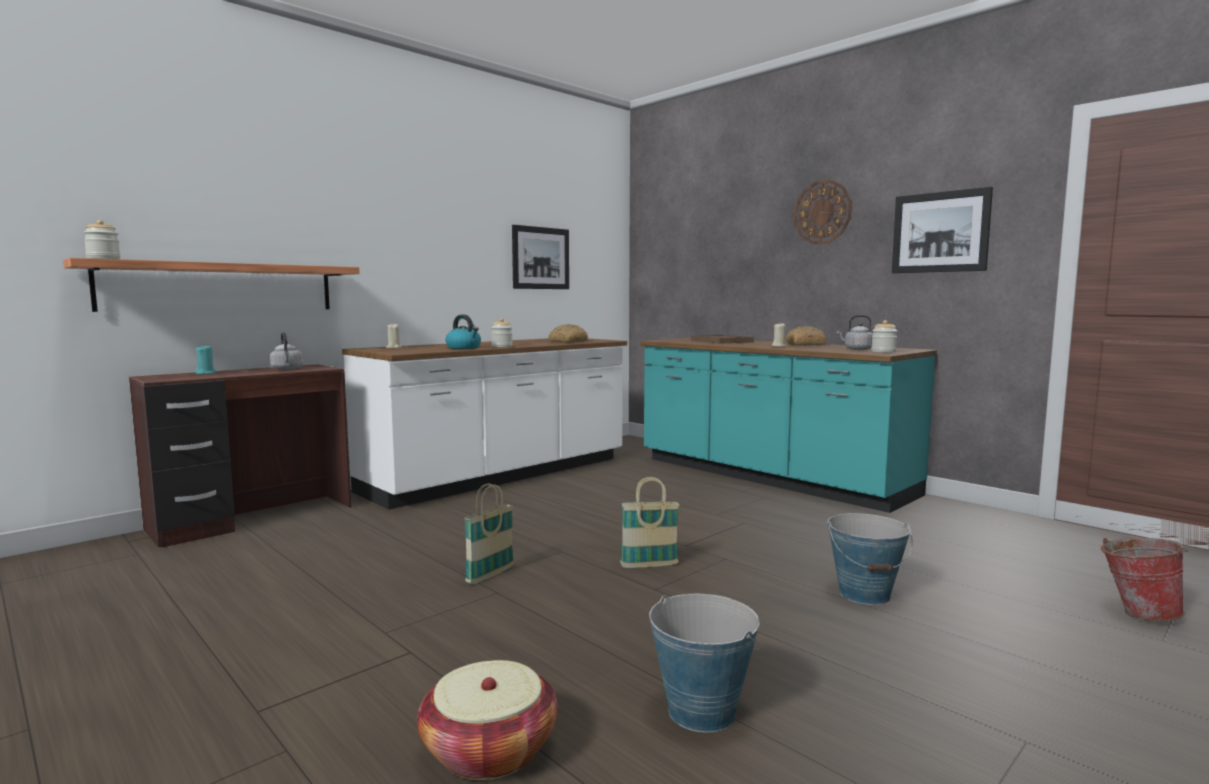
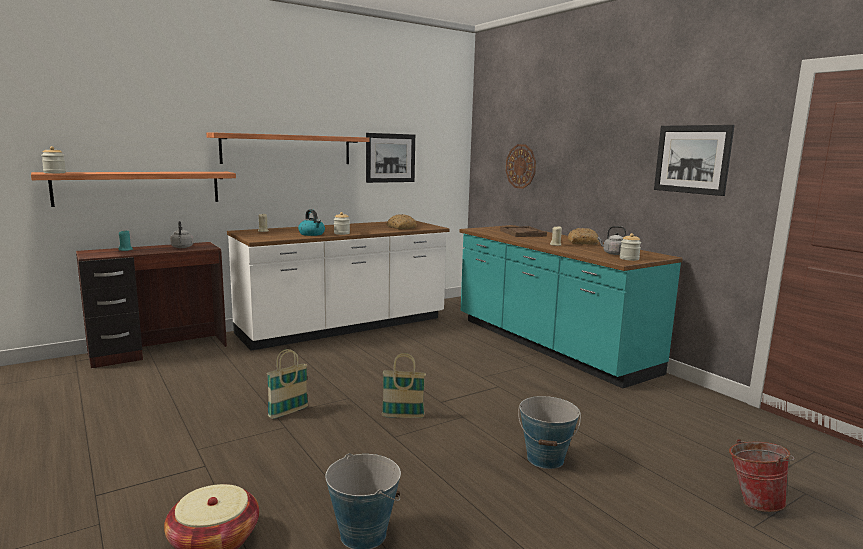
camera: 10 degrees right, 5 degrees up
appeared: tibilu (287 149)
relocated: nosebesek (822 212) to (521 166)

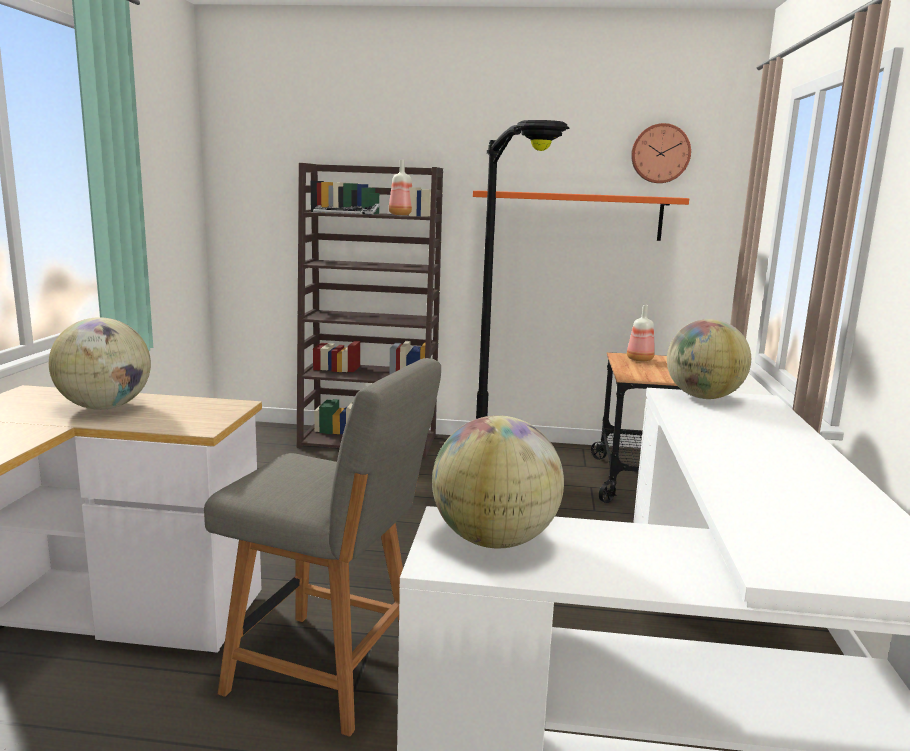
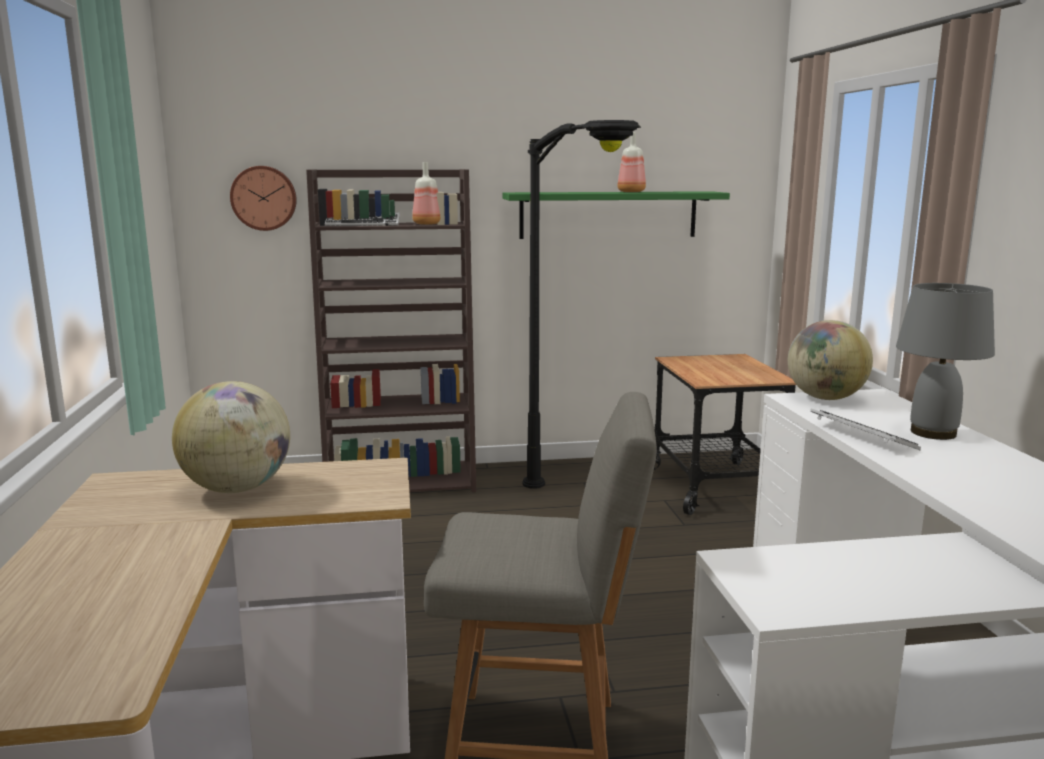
camera: 15 degrees left, 0 degrees up
missing: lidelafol (494 540)
appeared: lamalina (861 437); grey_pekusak (932 432)
relocated: nosebesek (660 153) to (264 198); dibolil (640 360) to (631 192)
colour: orange_tibilu (576 215) to green_tibilu (608 215)

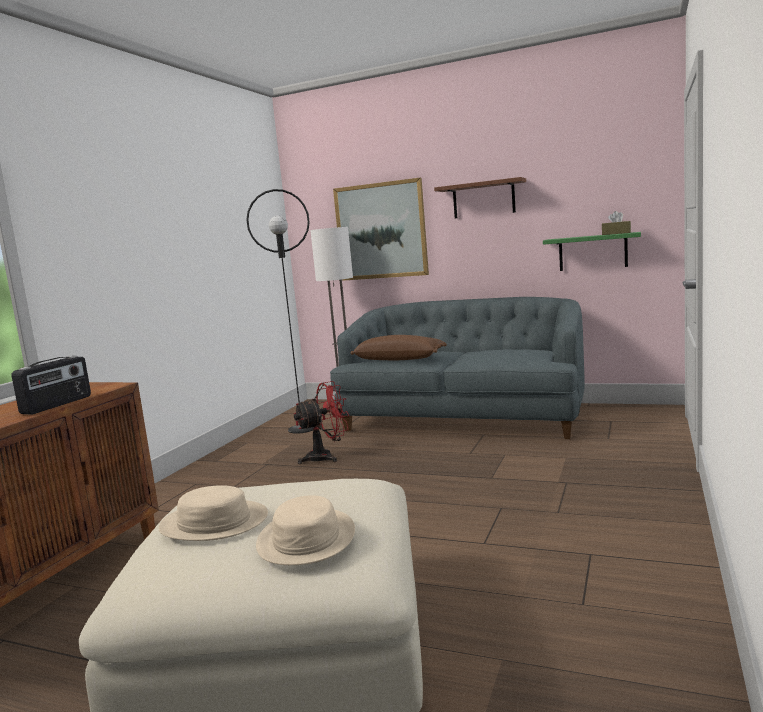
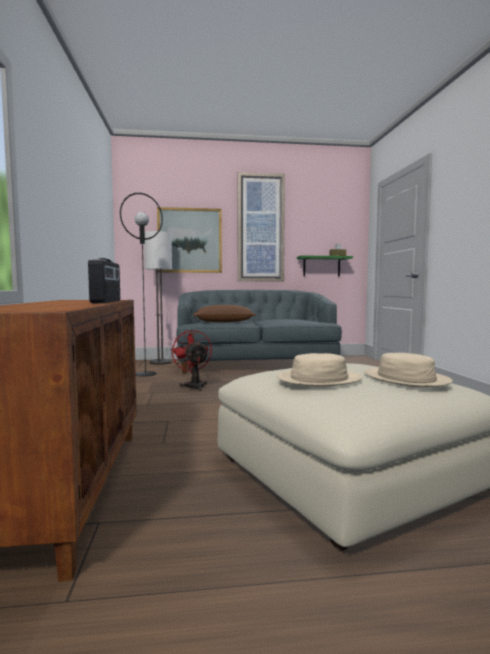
camera: 30 degrees left, 5 degrees down
exchanged: brown_tibilu (483 199) to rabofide (260 228)
spun: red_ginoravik (326 457) = (193 385) 60 degrees counterclockwise

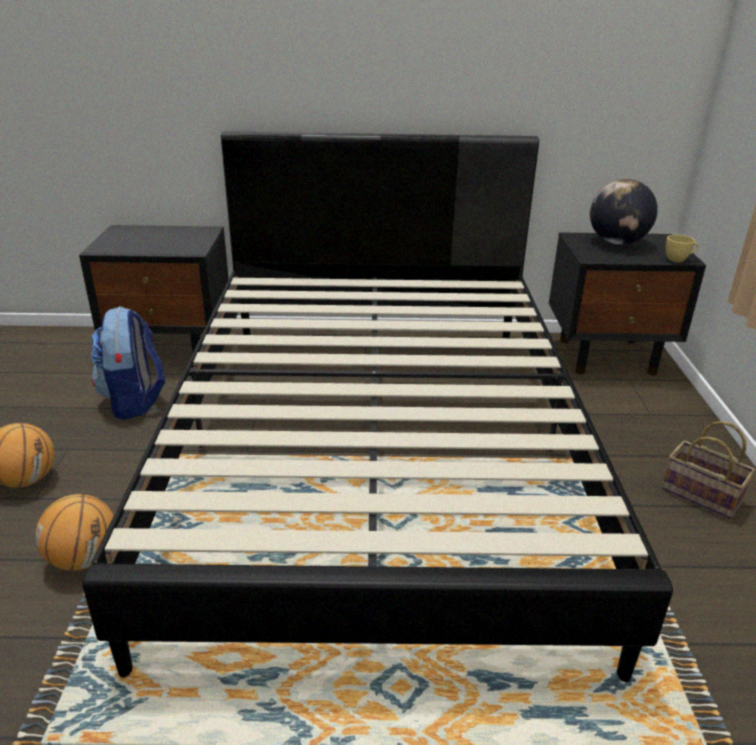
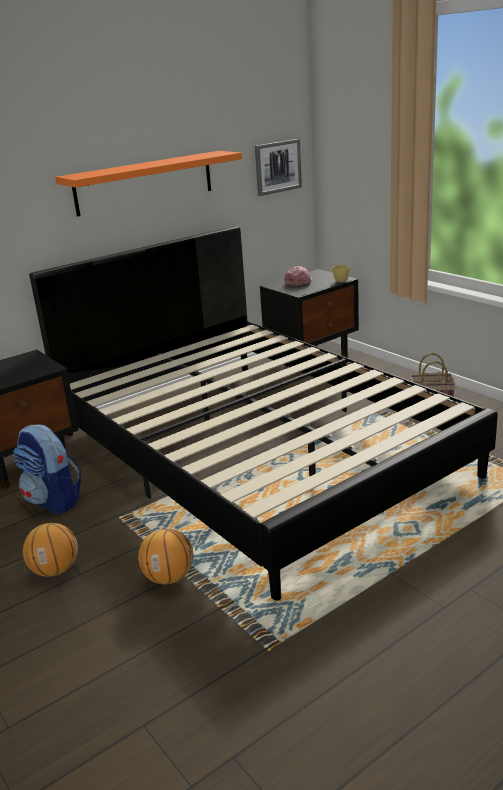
camera: 35 degrees left, 5 degrees down
appeared: orange_tibilu (144 183); rabofide (277 167)
exchanged: lidelafol (617 242) to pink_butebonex (299 281)

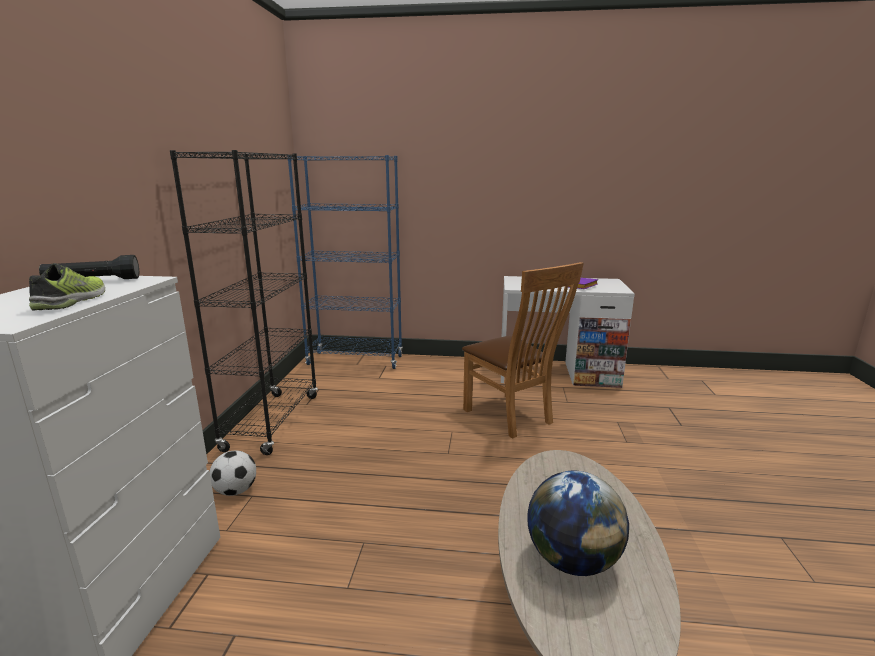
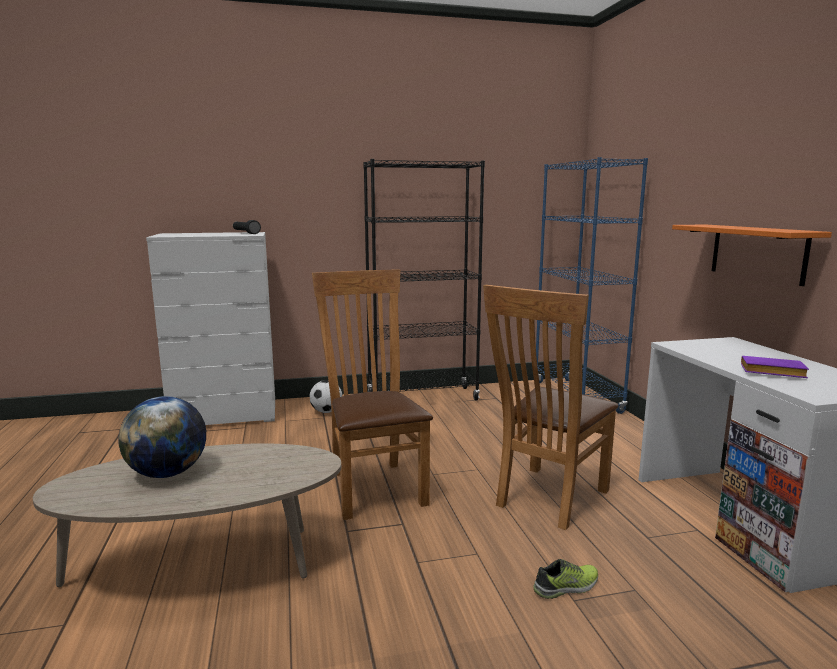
camera: 70 degrees right, 5 degrees down
appeared: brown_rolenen (373 485); orange_tibilu (757 253)
relocated: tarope (73 300) to (567 587)

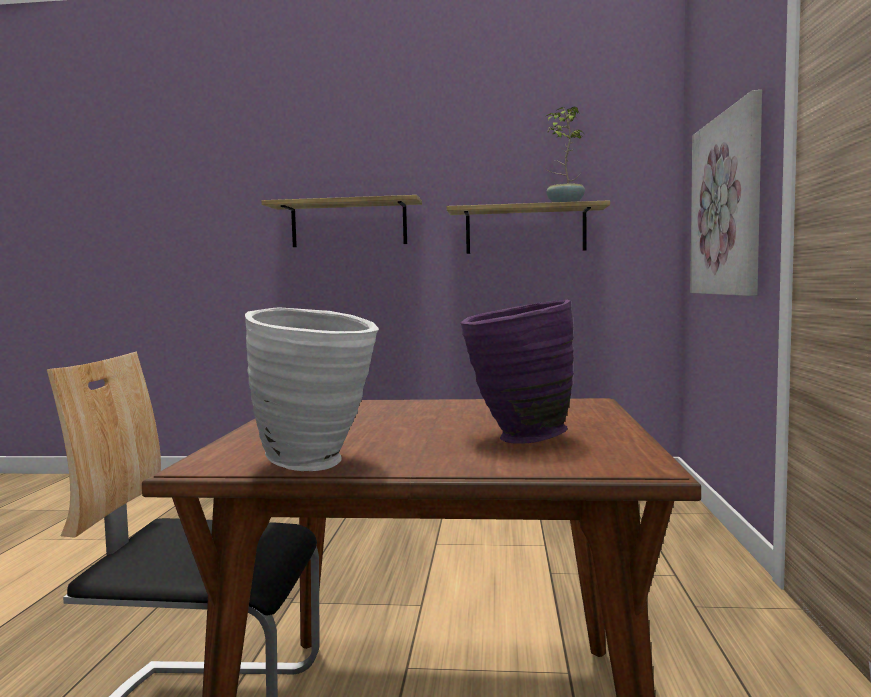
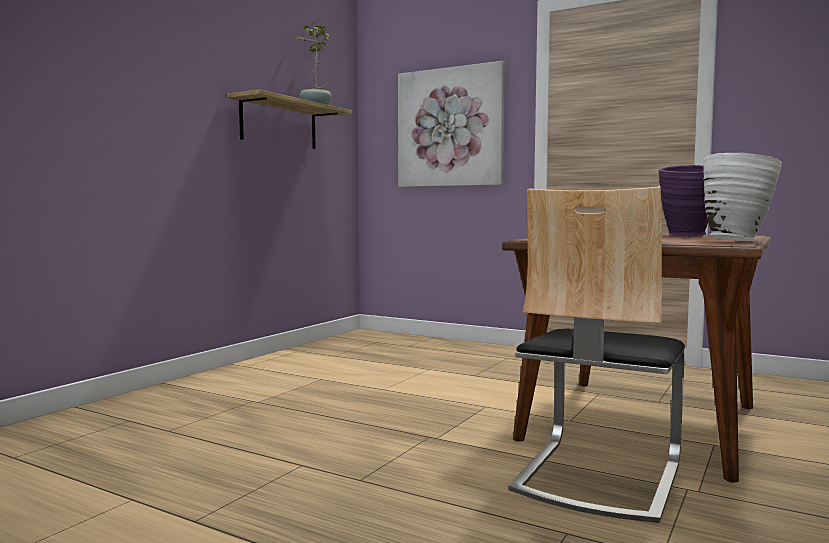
camera: 65 degrees left, 0 degrees up
missing: tibilu (349 224)

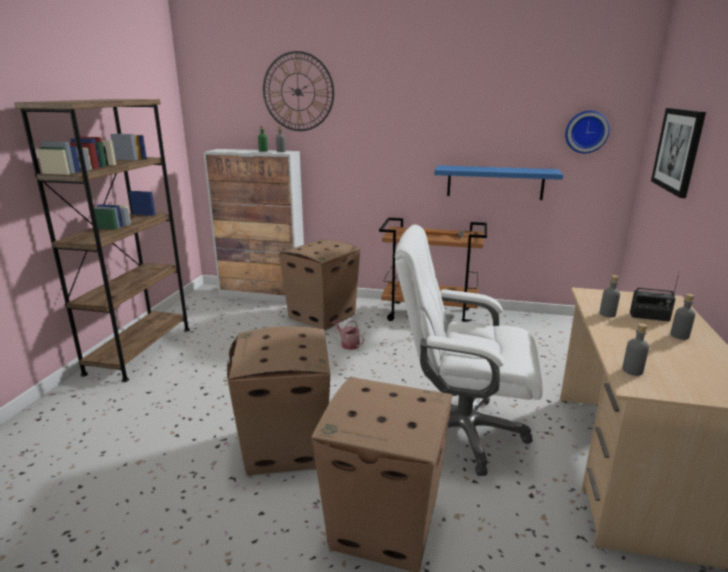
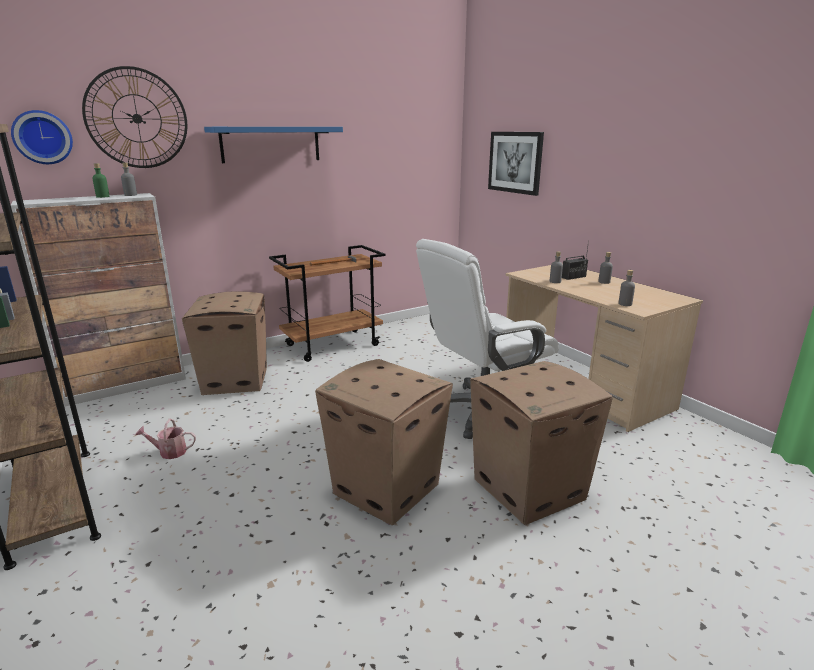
camera: 45 degrees left, 0 degrees up
relocated: nosebesek (586 131) to (42 137); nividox (348 344) to (169 452); blue_tibilu (495 182) to (271 144)

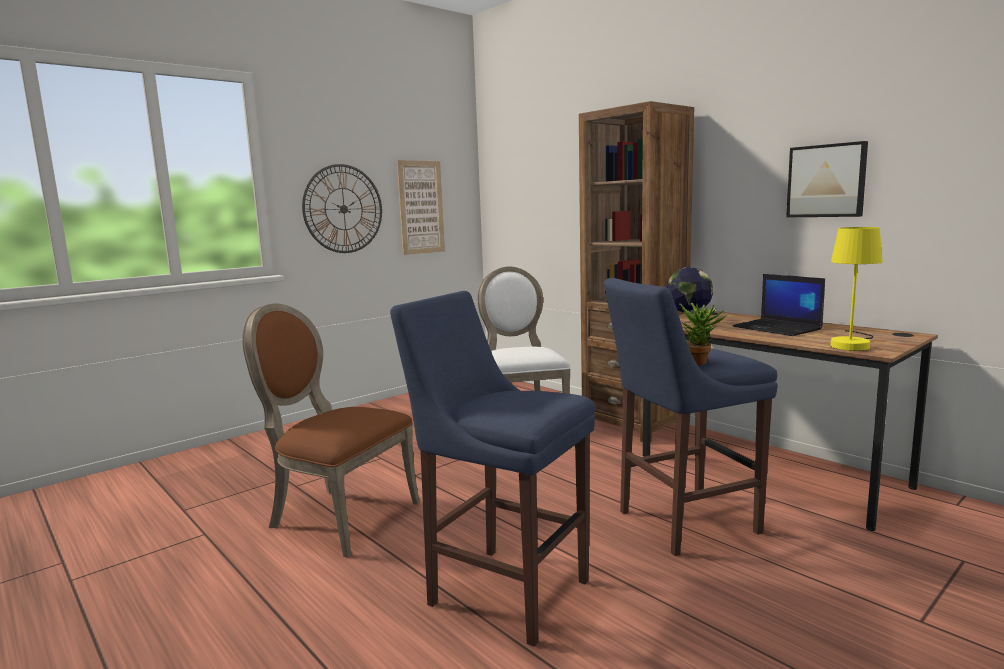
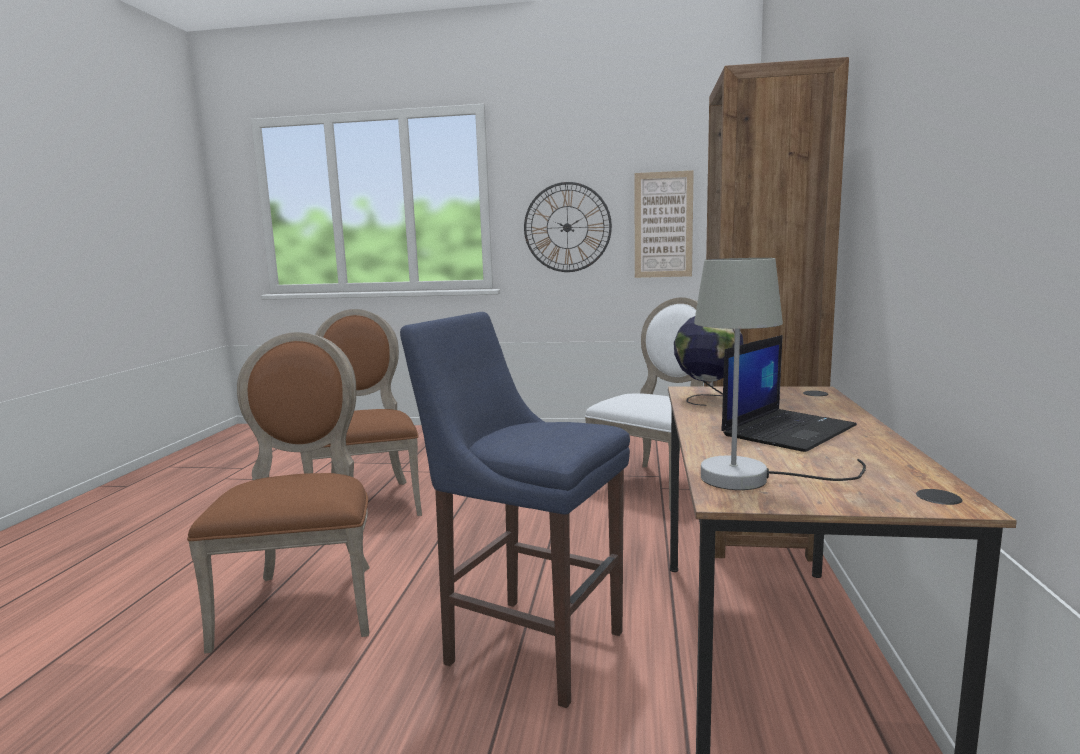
camera: 50 degrees right, 0 degrees up
missing: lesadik (699 362); rabofide (827 181)
exchanged: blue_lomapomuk (502 589) to brown_rolenen (305 601)
colour: yellow_pekusak (852 345) to grey_pekusak (754 478)
spun: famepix (778 328) = (788 430) 150 degrees counterclockwise

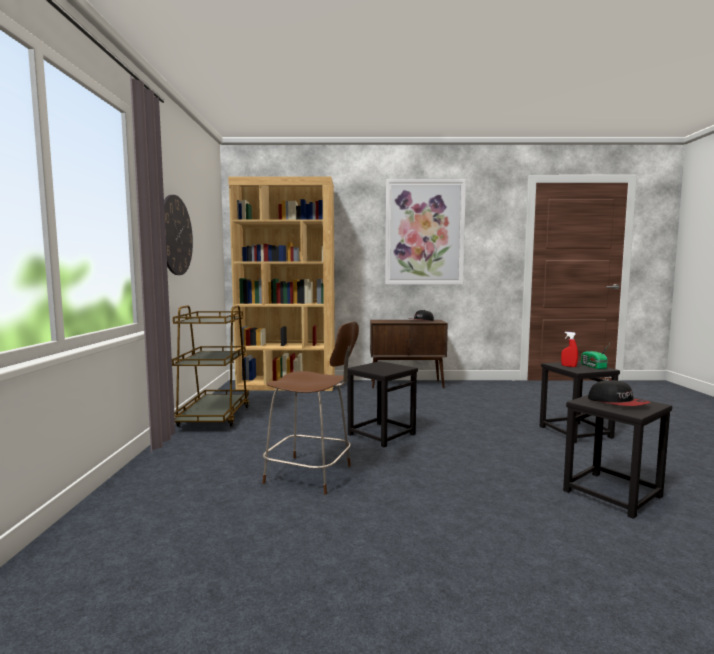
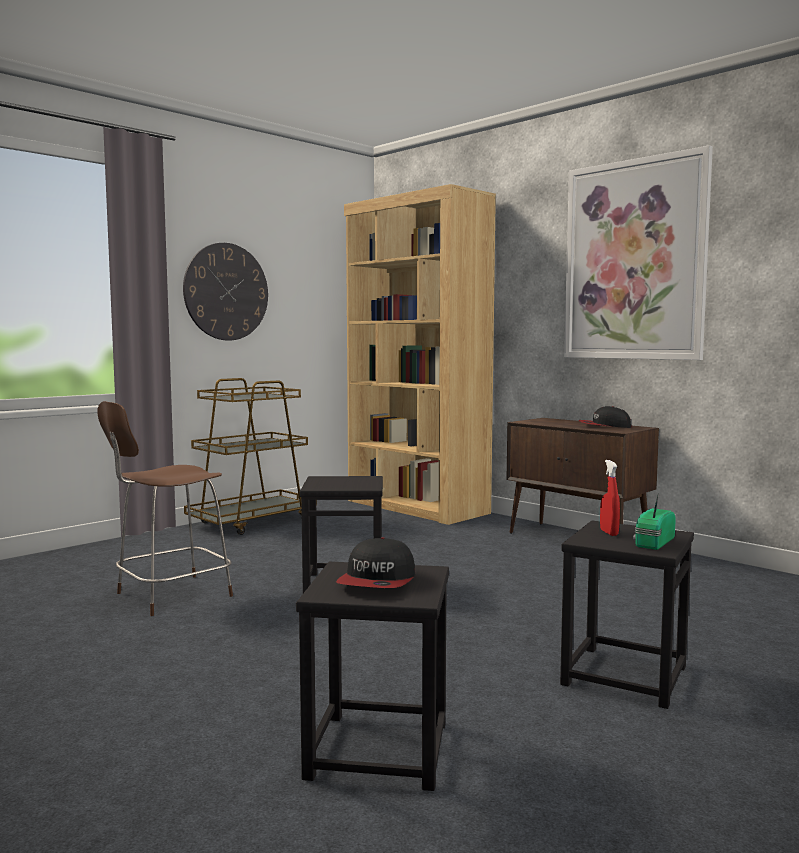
camera: 45 degrees right, 0 degrees up
spun: brown_rolenen (311 474) = (170 596) 75 degrees clockwise

